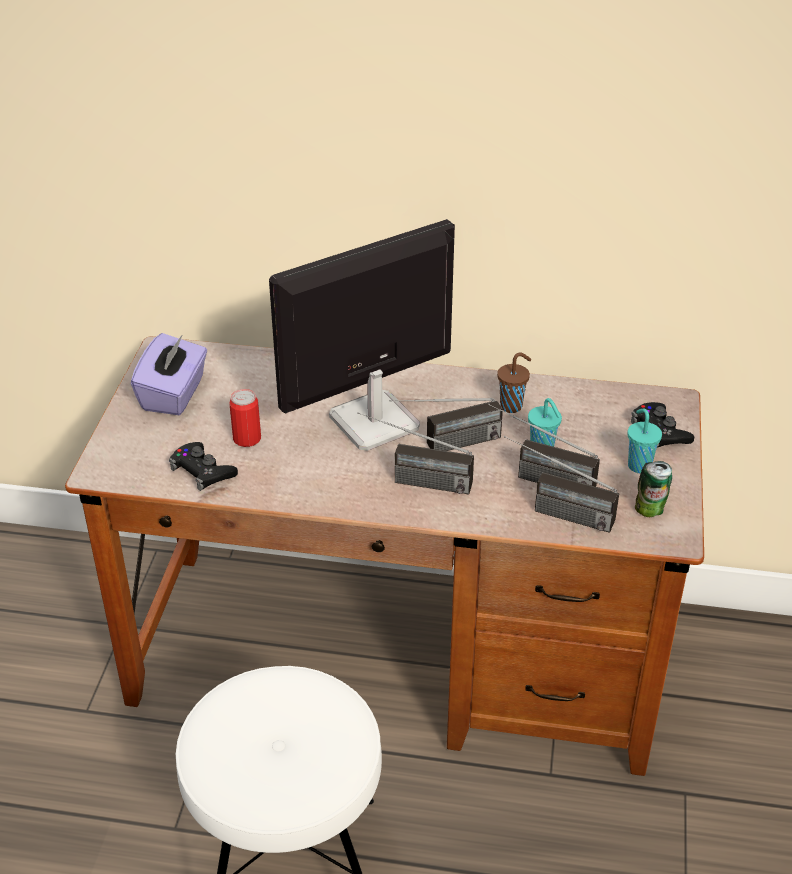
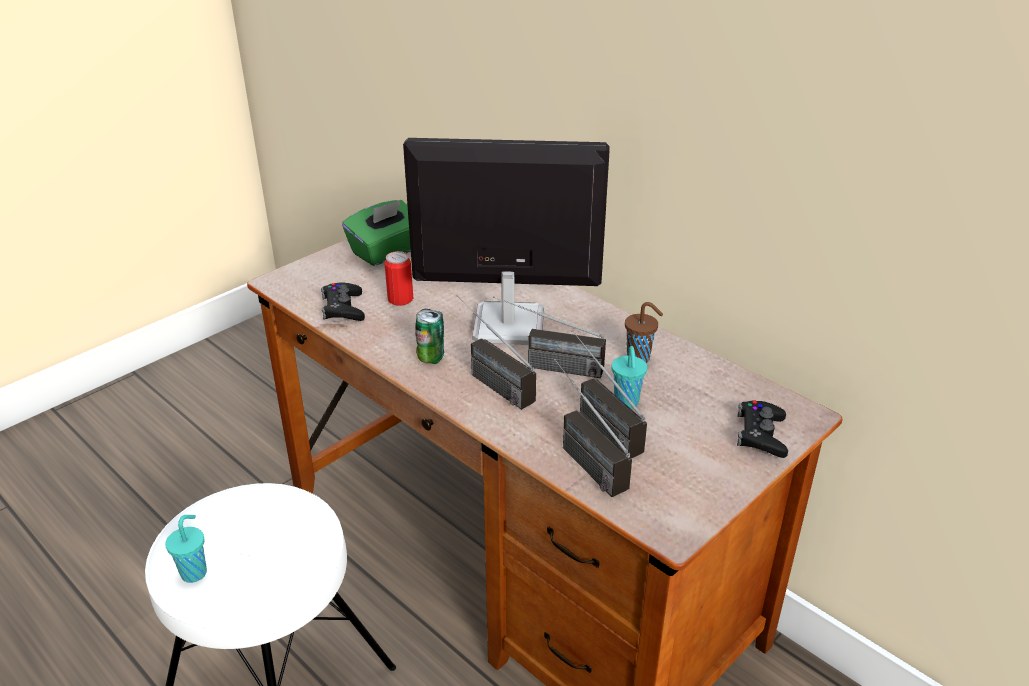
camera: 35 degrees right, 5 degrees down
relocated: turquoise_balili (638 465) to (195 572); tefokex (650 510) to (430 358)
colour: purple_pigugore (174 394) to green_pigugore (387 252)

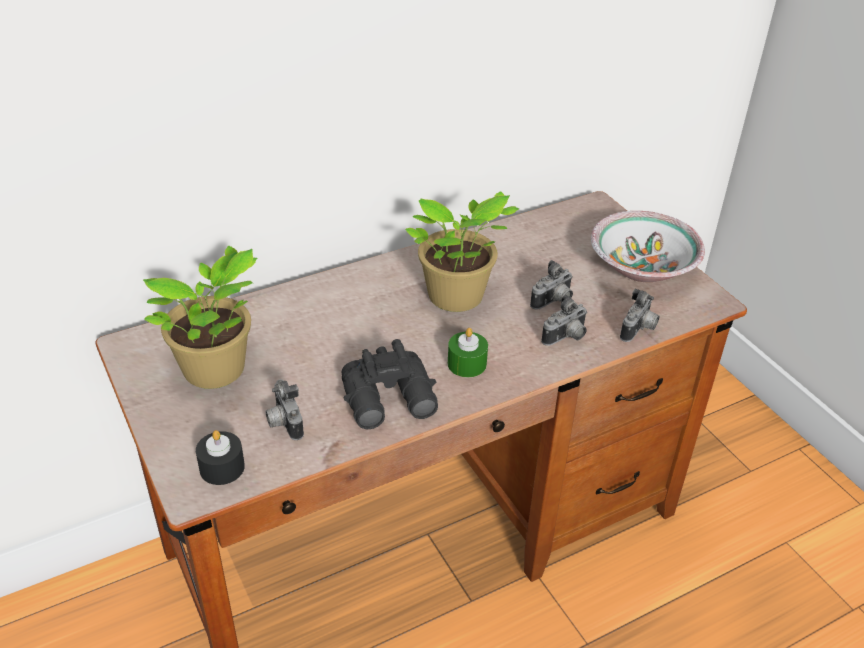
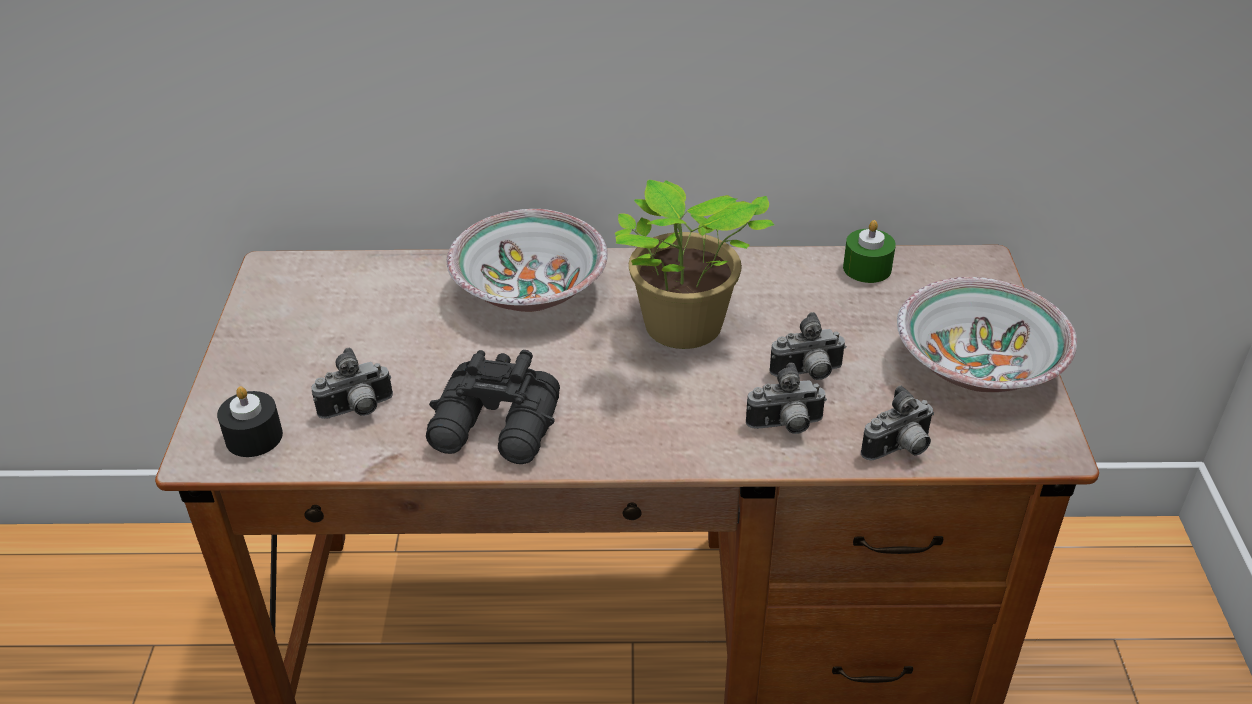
camera: 30 degrees right, 0 degrees up
missing: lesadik (217 371)
appeared: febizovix (530 289)
relocated: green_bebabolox (467 364) to (867 268)
spun: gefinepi (283 422) = (358 410) 120 degrees counterclockwise

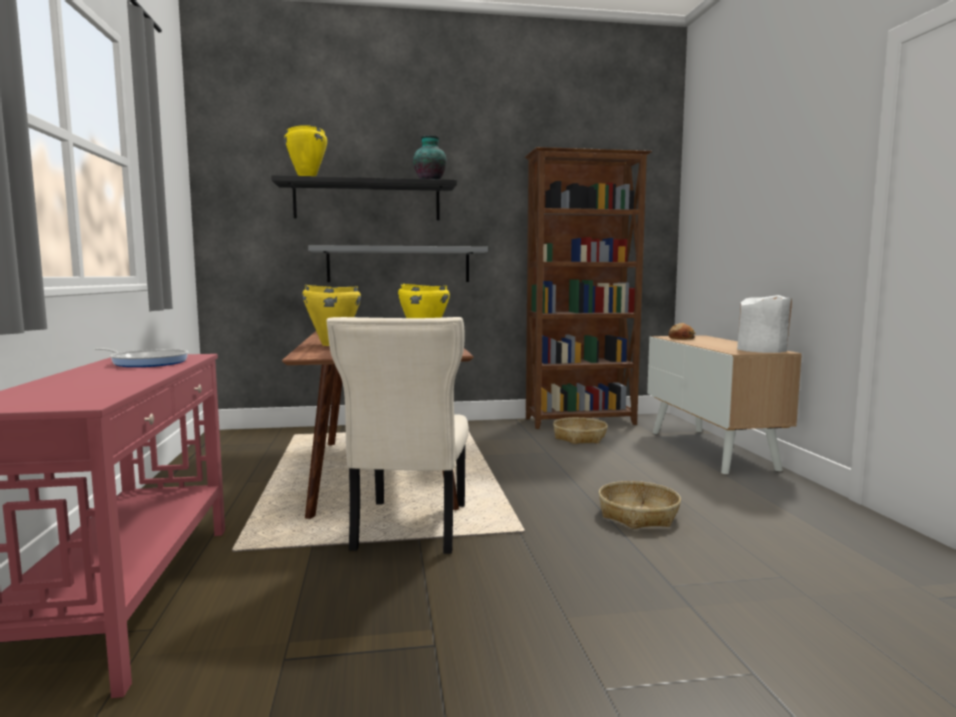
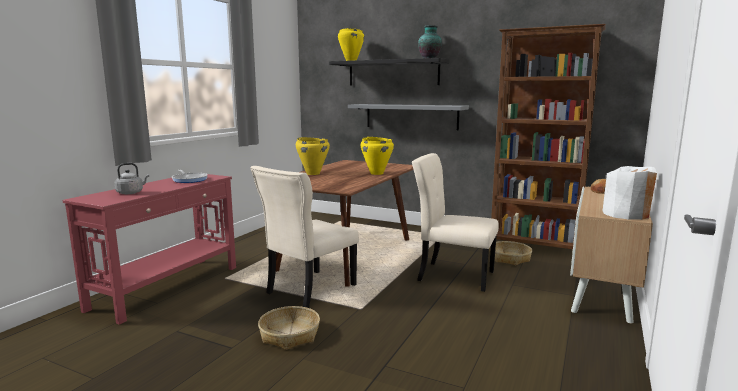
camera: 35 degrees right, 5 degrees up
appeared: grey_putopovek (131 192); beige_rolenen (452 275)
relocated: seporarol (638 515) to (289 335)

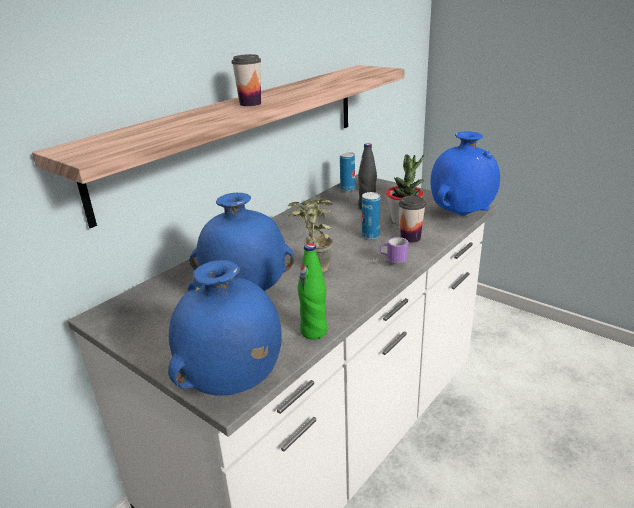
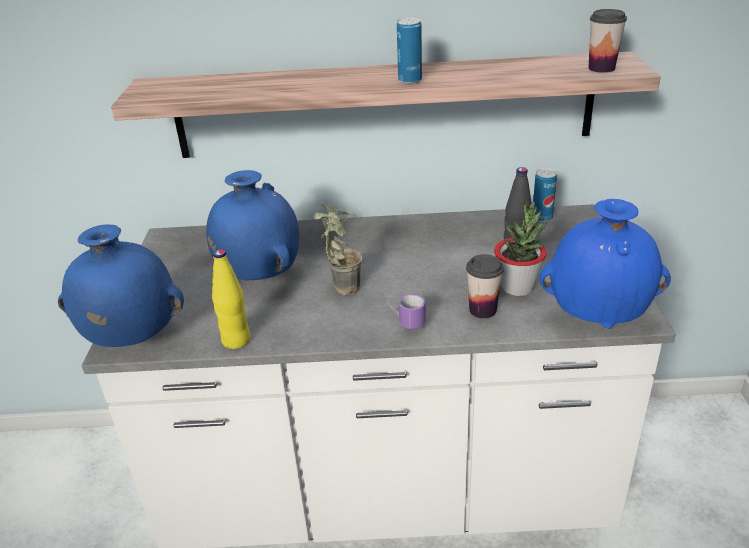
camera: 50 degrees right, 5 degrees up
relocated: tefokex (370 236) to (410 80); balili (250 103) to (601 68)
colour: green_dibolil (314 332) to yellow_dibolil (236 340)

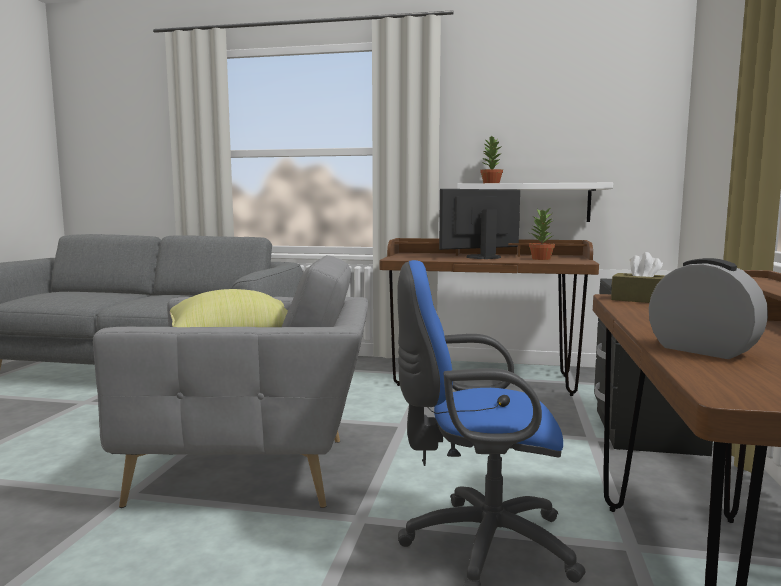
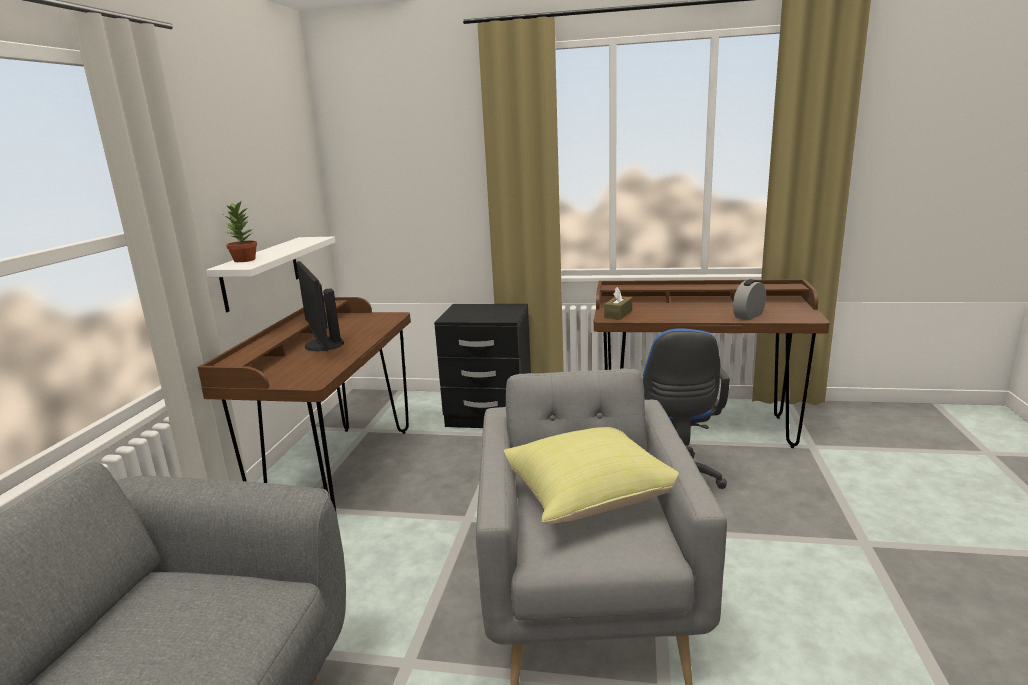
camera: 90 degrees left, 10 degrees up
missing: lesadik (541 259)

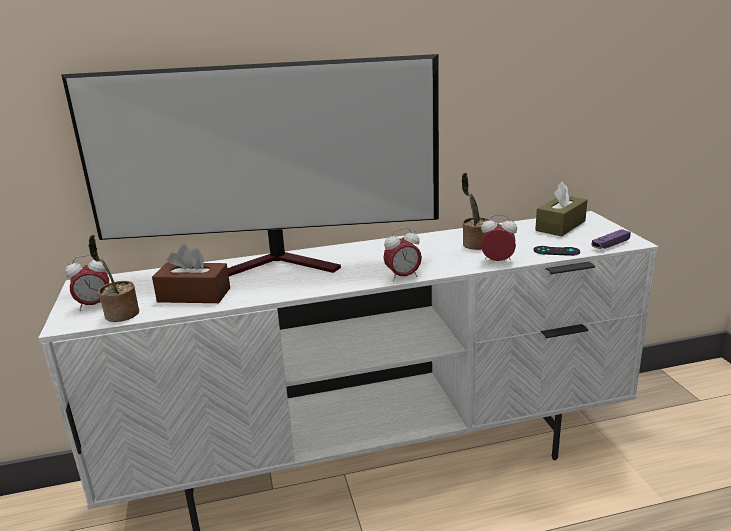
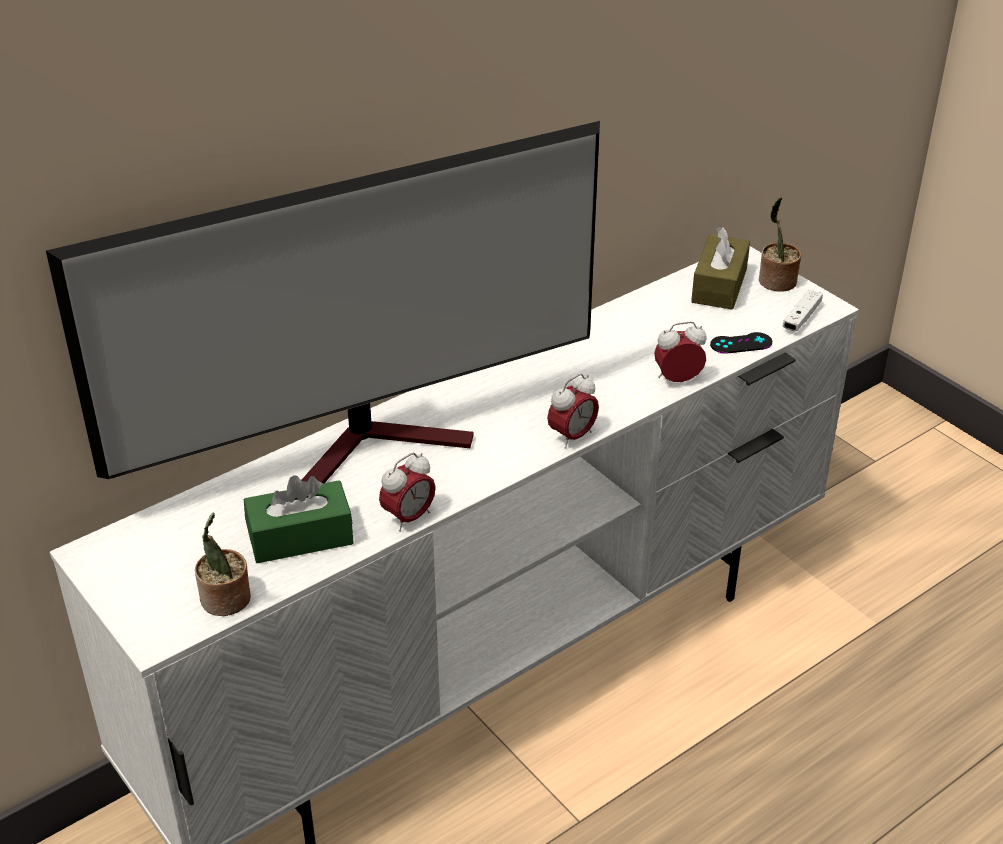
camera: 25 degrees left, 15 degrees up
relocated: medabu (94 305) to (408 518); lesadik (474 245) to (776 282)
colour: brown_pigugore (194 295) to green_pigugore (300 537); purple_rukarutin (610 245) to white_rukarutin (801 318)

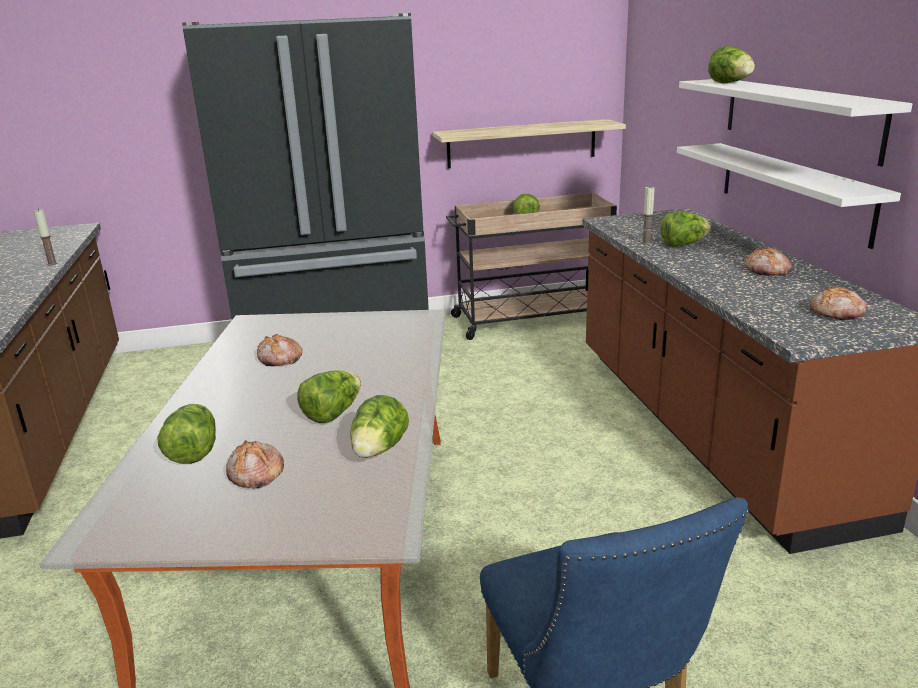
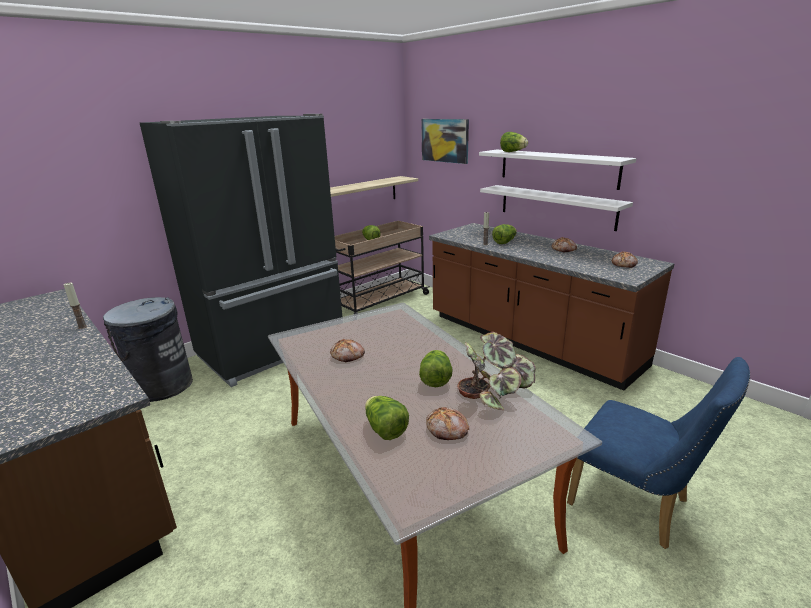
camera: 30 degrees left, 0 degrees up
appeared: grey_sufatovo (161 386); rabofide (445 140)
exchanged: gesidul (379 450) to lesadik (495 392)

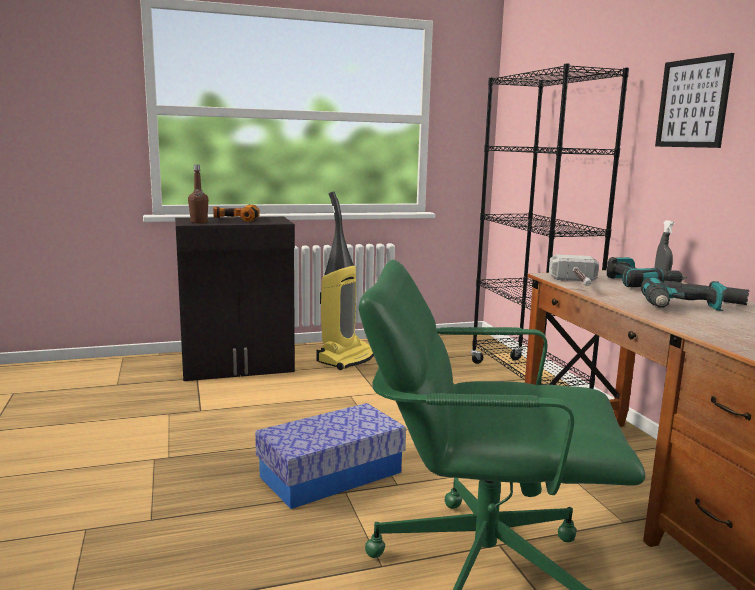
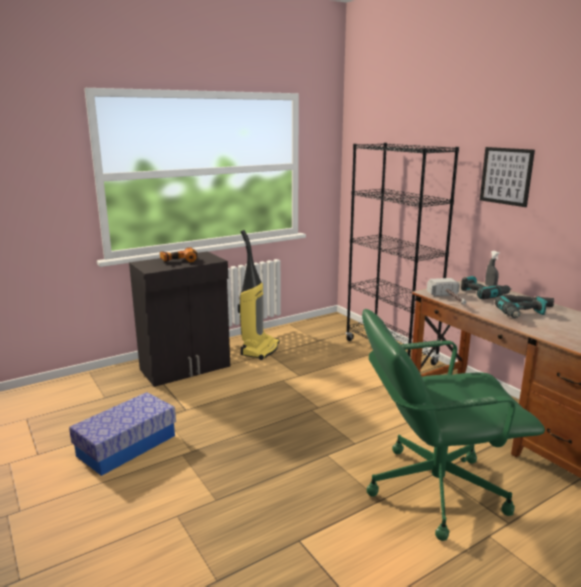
camera: 15 degrees left, 5 degrees up
missing: brown_dibolil (199 222)
relocated: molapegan (331 474) to (127 445)

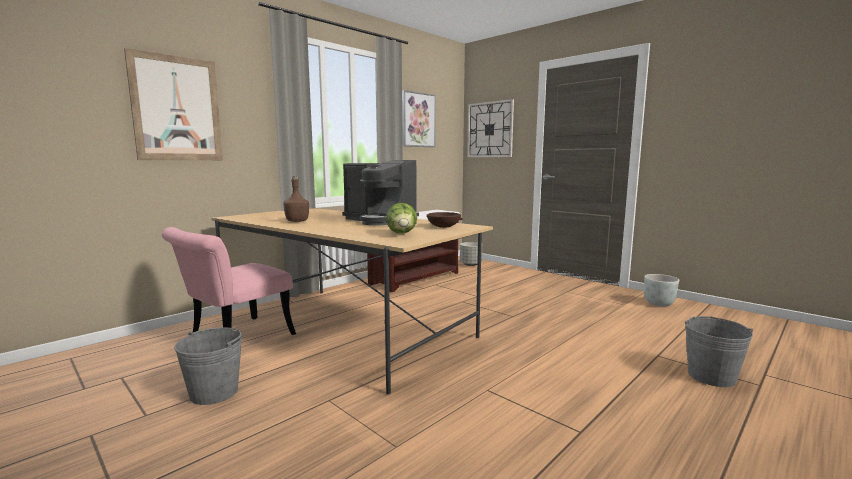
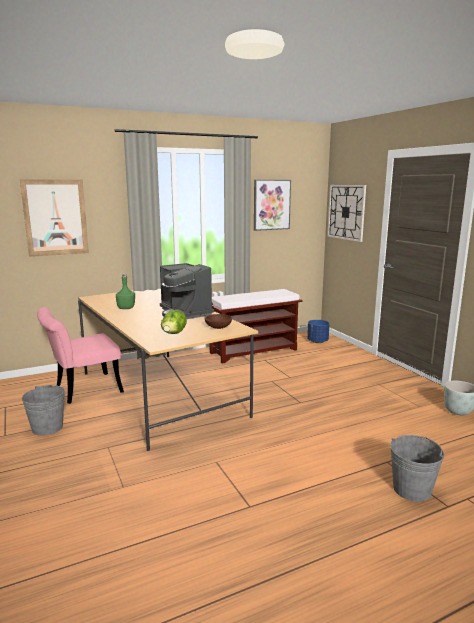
camera: 20 degrees right, 5 degrees up
colour: brown_dibolil (297 221) to green_dibolil (126 308); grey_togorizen (470 264) to blue_togorizen (317 341)

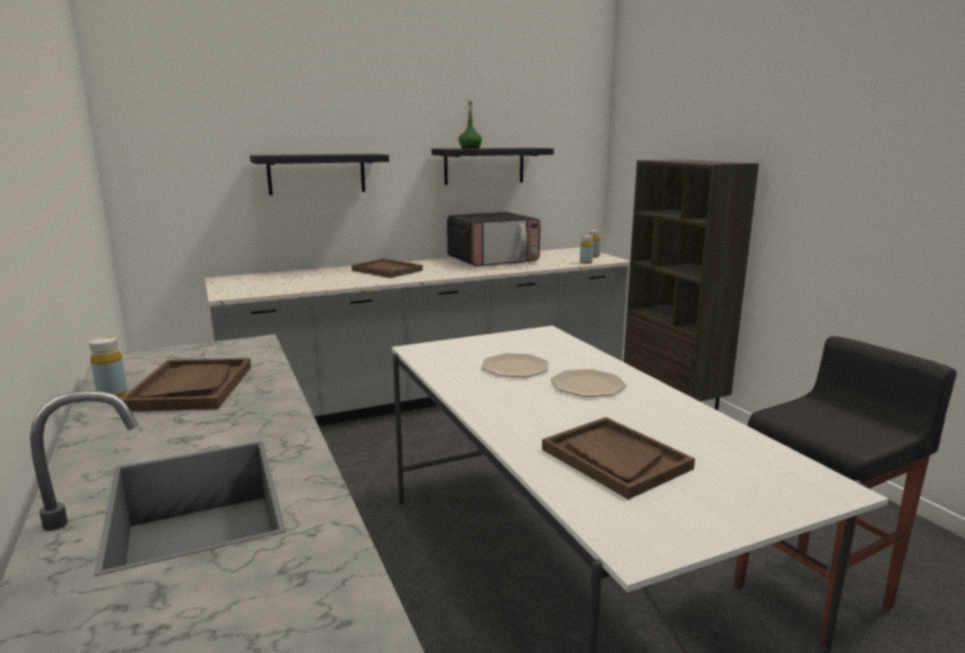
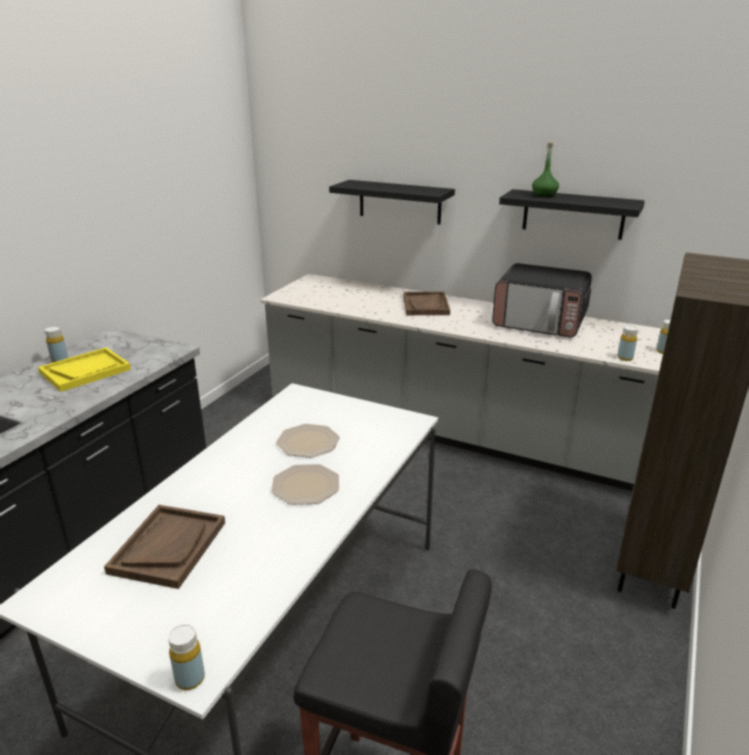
camera: 50 degrees right, 10 degrees up
appeared: yellow_dibolil (190 679)
colour: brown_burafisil (191 387) to yellow_burafisil (85 371)

